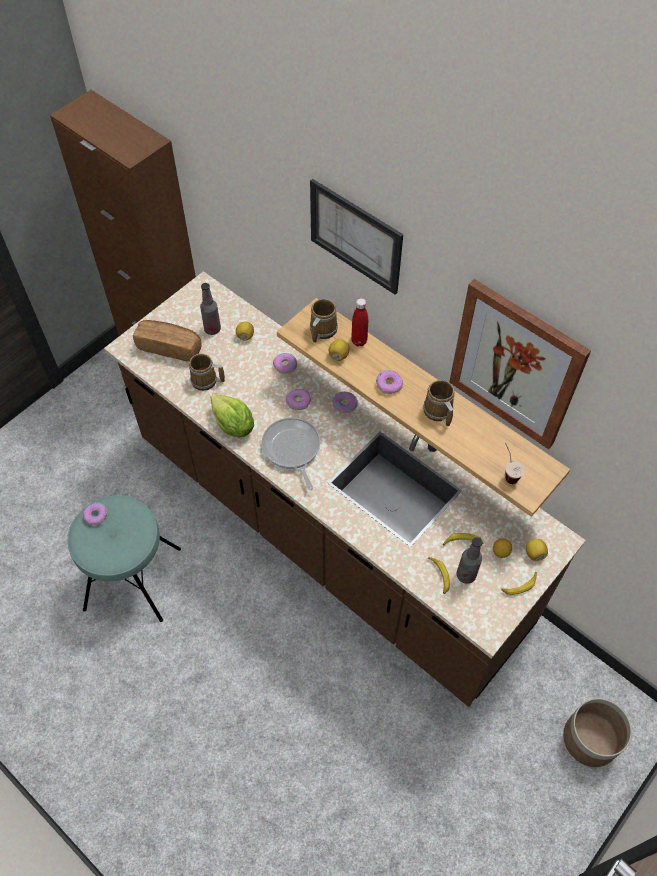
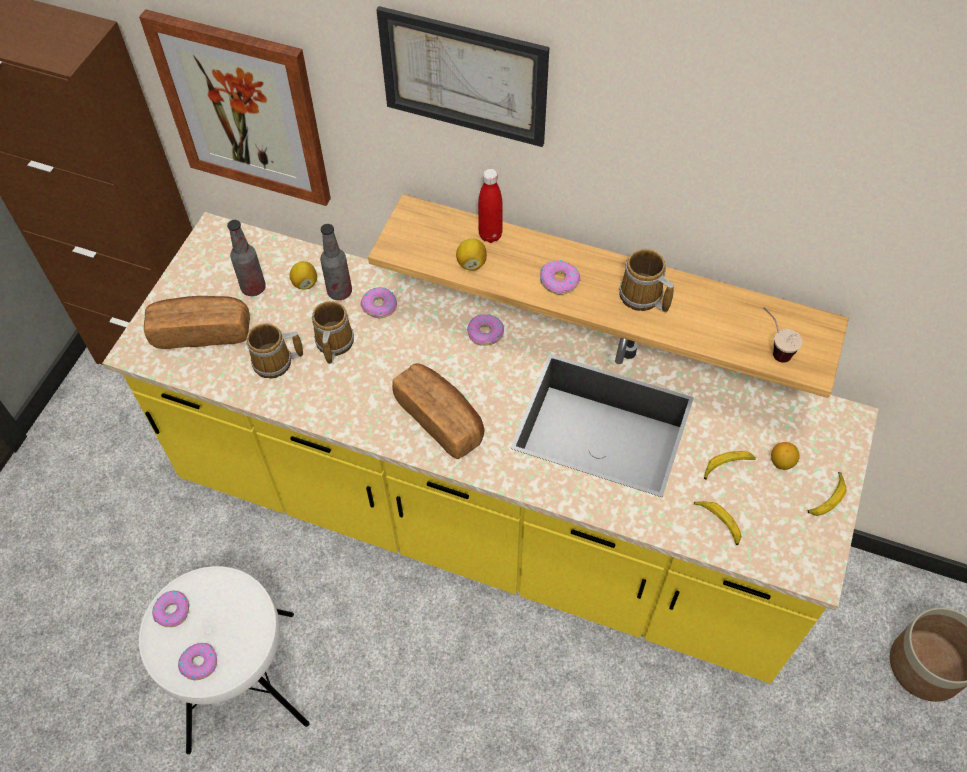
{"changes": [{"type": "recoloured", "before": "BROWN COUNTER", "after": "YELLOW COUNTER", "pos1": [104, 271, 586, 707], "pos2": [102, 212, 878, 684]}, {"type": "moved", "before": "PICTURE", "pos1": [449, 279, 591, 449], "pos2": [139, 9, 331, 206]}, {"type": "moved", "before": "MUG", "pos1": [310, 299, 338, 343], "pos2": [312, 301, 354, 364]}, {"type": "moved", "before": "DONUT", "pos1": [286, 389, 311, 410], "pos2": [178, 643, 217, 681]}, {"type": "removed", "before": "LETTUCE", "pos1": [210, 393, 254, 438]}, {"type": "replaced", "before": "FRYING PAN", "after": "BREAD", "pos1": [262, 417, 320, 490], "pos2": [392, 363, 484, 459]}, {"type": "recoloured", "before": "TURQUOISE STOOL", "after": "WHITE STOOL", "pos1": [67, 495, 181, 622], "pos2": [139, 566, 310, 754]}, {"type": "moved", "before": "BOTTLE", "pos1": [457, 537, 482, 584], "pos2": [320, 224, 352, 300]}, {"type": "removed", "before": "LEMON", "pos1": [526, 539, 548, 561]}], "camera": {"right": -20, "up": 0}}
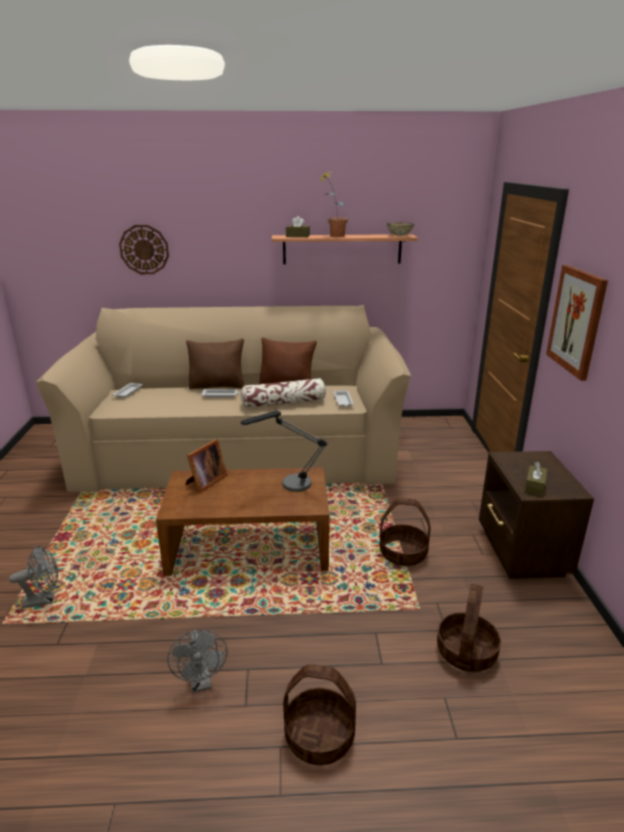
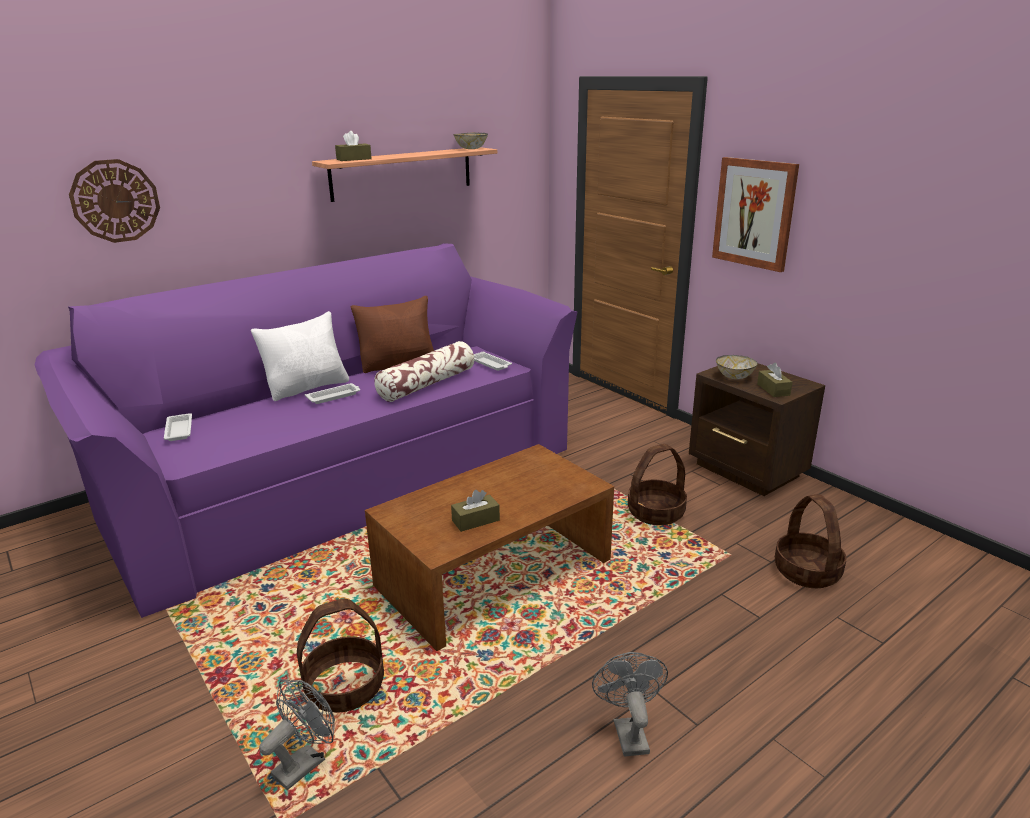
{"changes": [{"type": "removed", "before": "POTTED PLANT", "pos1": [319, 170, 348, 237]}, {"type": "recoloured", "before": "BEIGE SOFA", "after": "PURPLE SOFA", "pos1": [36, 305, 411, 492], "pos2": [35, 243, 578, 618]}, {"type": "recoloured", "before": "BROWN PILLOW", "after": "WHITE PILLOW", "pos1": [186, 338, 245, 389], "pos2": [251, 311, 349, 401]}, {"type": "removed", "before": "TABLE LAMP", "pos1": [241, 411, 328, 492]}, {"type": "removed", "before": "PICTURE FRAME", "pos1": [186, 439, 227, 493]}, {"type": "turned", "before": "GREY FAN", "pos1": [167, 630, 227, 693], "pos2": [592, 652, 668, 757], "turn": -135}, {"type": "moved", "before": "BASKET", "pos1": [283, 664, 356, 765], "pos2": [297, 599, 384, 713]}, {"type": "added", "after": "BOWL", "pos2": [716, 355, 758, 379]}, {"type": "added", "after": "BROWN TISSUE BOX", "pos2": [451, 490, 500, 532]}], "camera": {"right": -35, "up": 0}}
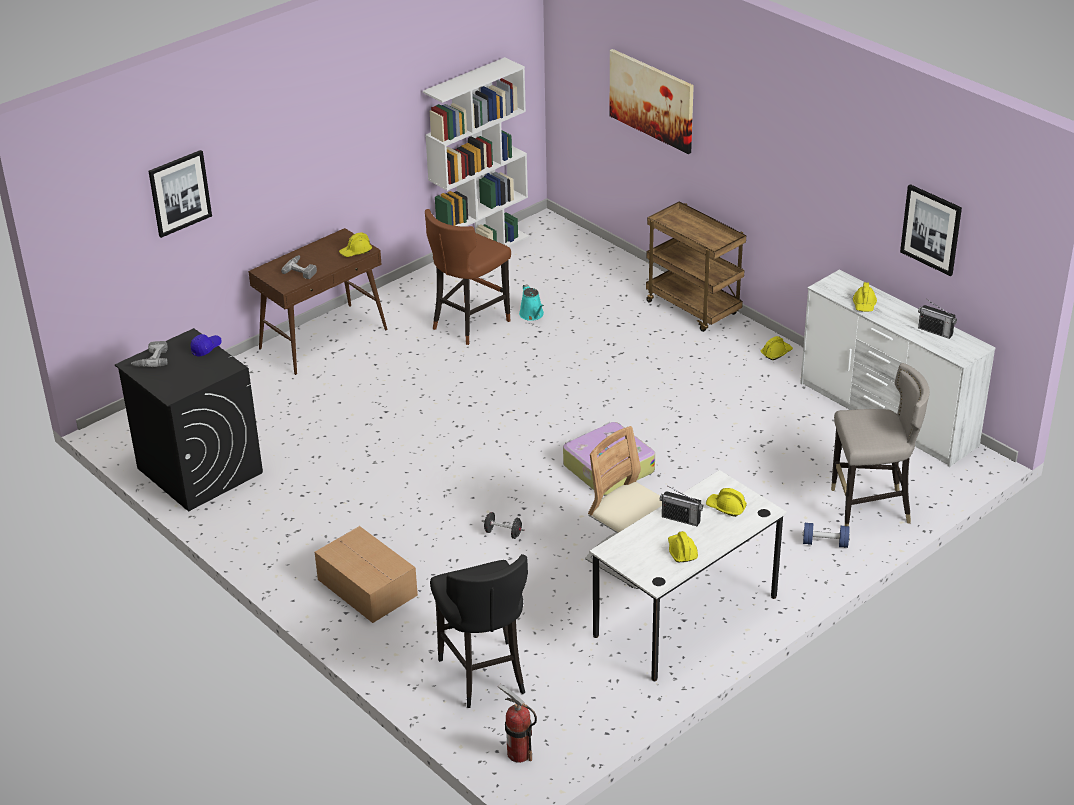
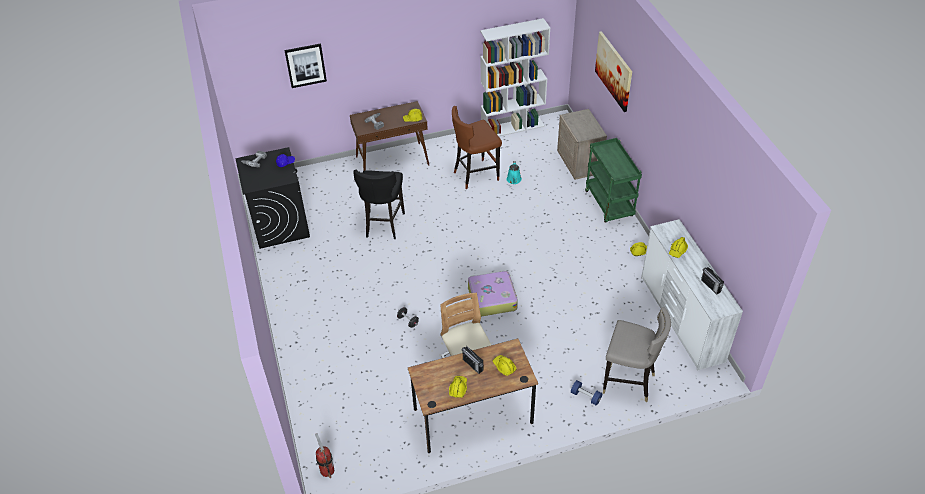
{"changes": [{"type": "removed", "before": "PICTURE", "pos1": [900, 184, 962, 276]}, {"type": "recoloured", "before": "BROWN CART", "after": "GREEN CART", "pos1": [646, 201, 746, 332], "pos2": [585, 138, 642, 223]}, {"type": "recoloured", "before": "WHITE DESK", "after": "BROWN DESK", "pos1": [589, 470, 787, 681], "pos2": [407, 338, 538, 453]}, {"type": "removed", "before": "CARDBOARD BOX", "pos1": [315, 526, 418, 623]}, {"type": "moved", "before": "BLACK STOOL", "pos1": [430, 554, 528, 708], "pos2": [353, 170, 405, 239]}, {"type": "added", "after": "BEIGE NIGHTSTAND", "pos2": [557, 109, 607, 180]}], "camera": {"right": 25, "up": 10}}
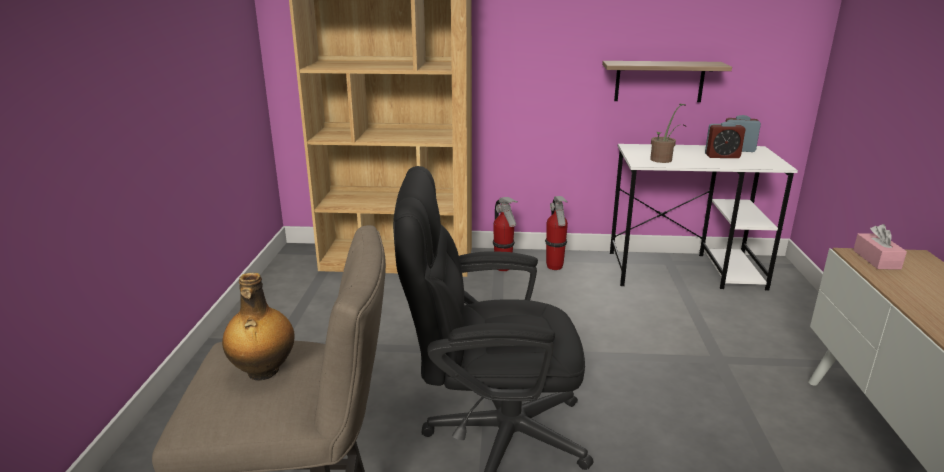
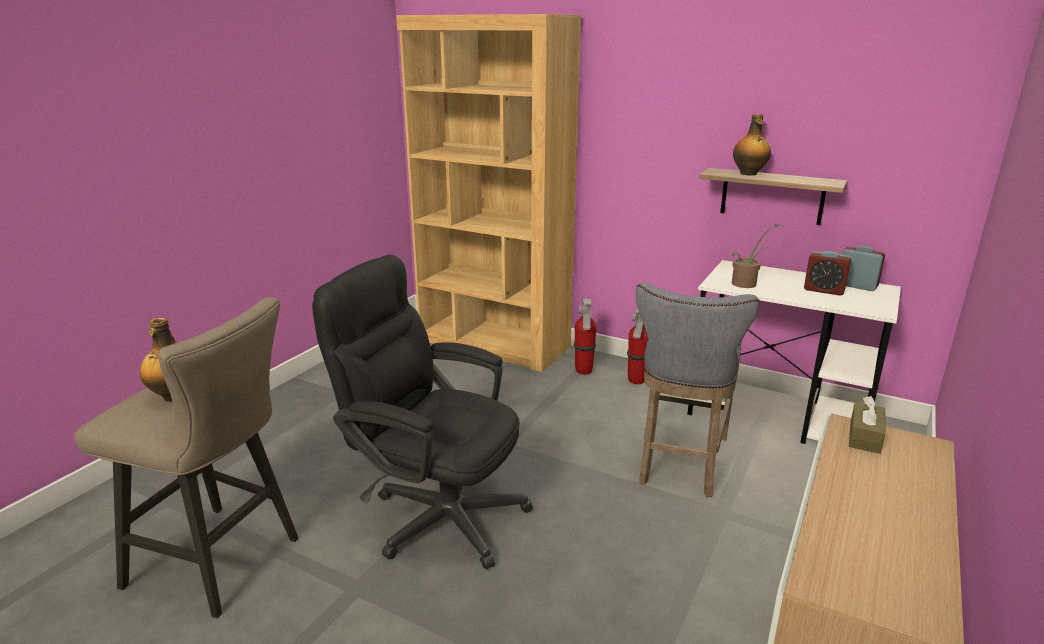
{"changes": [{"type": "recoloured", "before": "PINK TISSUE BOX", "after": "BROWN TISSUE BOX", "pos1": [853, 224, 907, 269], "pos2": [849, 396, 886, 454]}, {"type": "added", "after": "BOTTLE", "pos2": [733, 114, 771, 176]}, {"type": "added", "after": "GREY STOOL", "pos2": [636, 283, 760, 497]}], "camera": {"right": 25, "up": 0}}
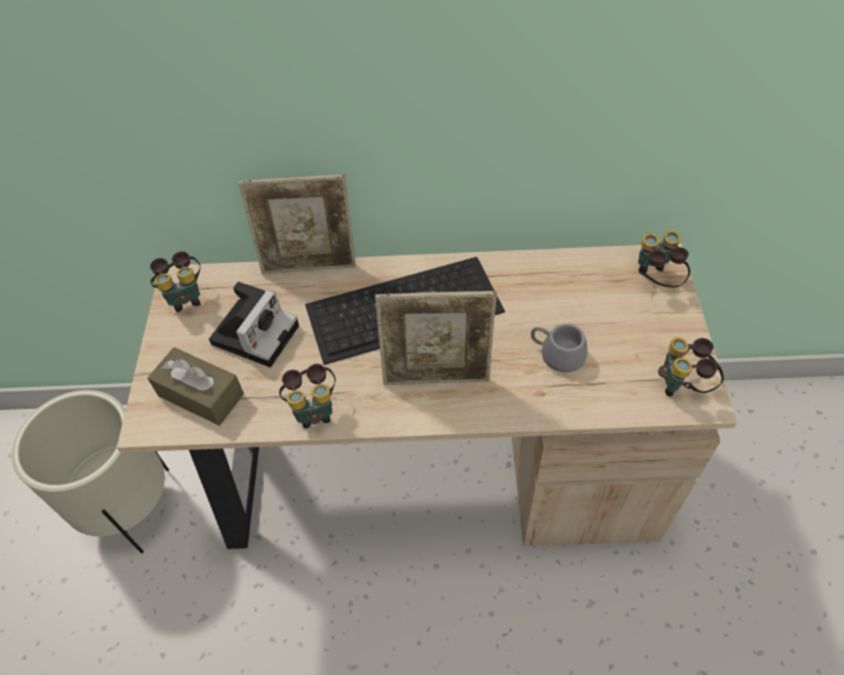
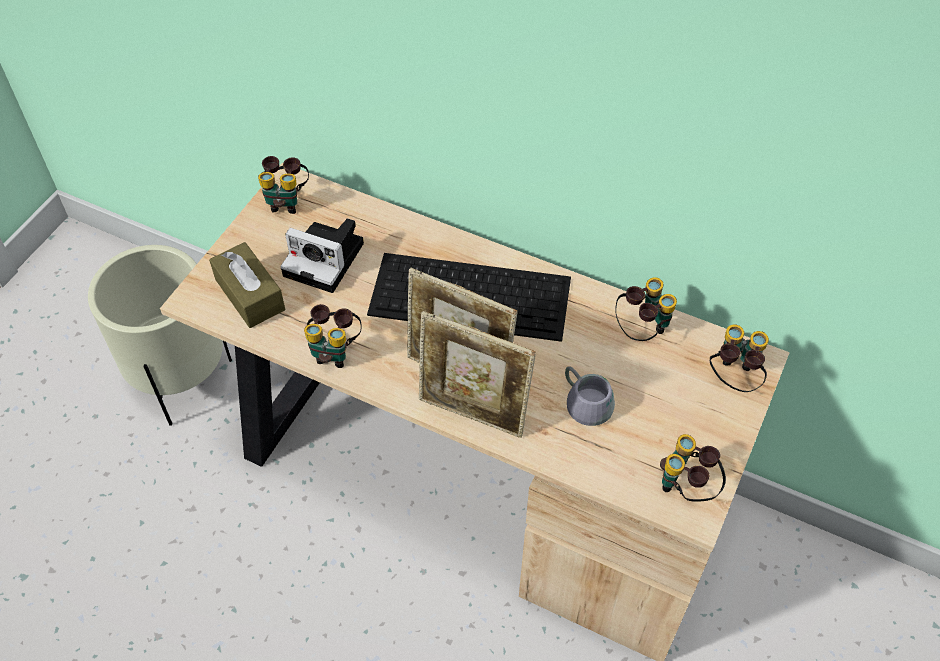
{"changes": [{"type": "moved", "before": "PICTURE FRAME", "pos1": [239, 174, 356, 274], "pos2": [419, 311, 536, 438]}, {"type": "turned", "before": "PHOTO CAMERA", "pos1": [209, 282, 299, 367], "pos2": [280, 218, 364, 293], "turn": 60}, {"type": "added", "after": "BINOCULARS", "pos2": [615, 277, 677, 341]}], "camera": {"right": 25, "up": 0}}
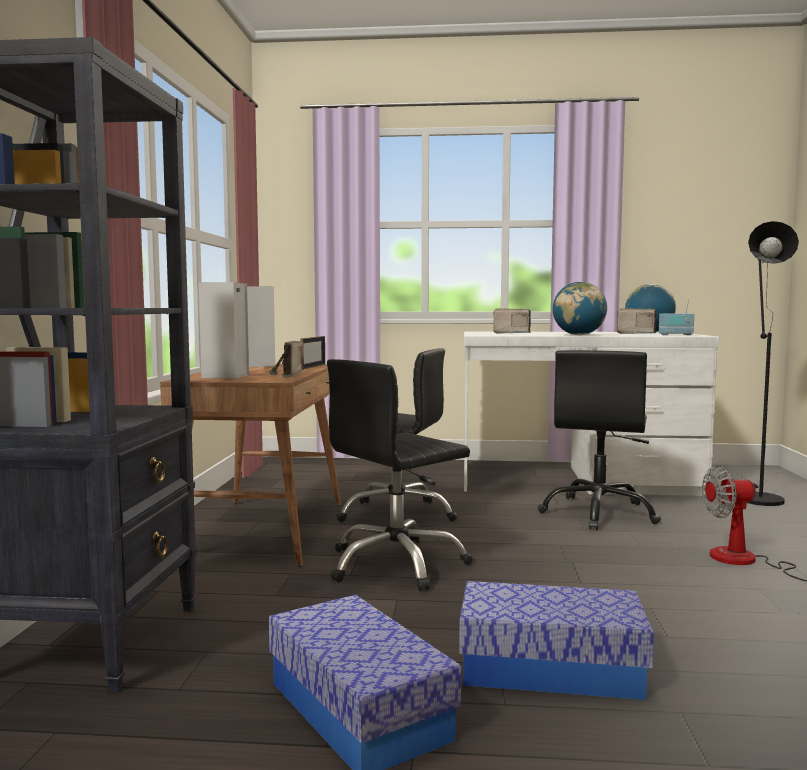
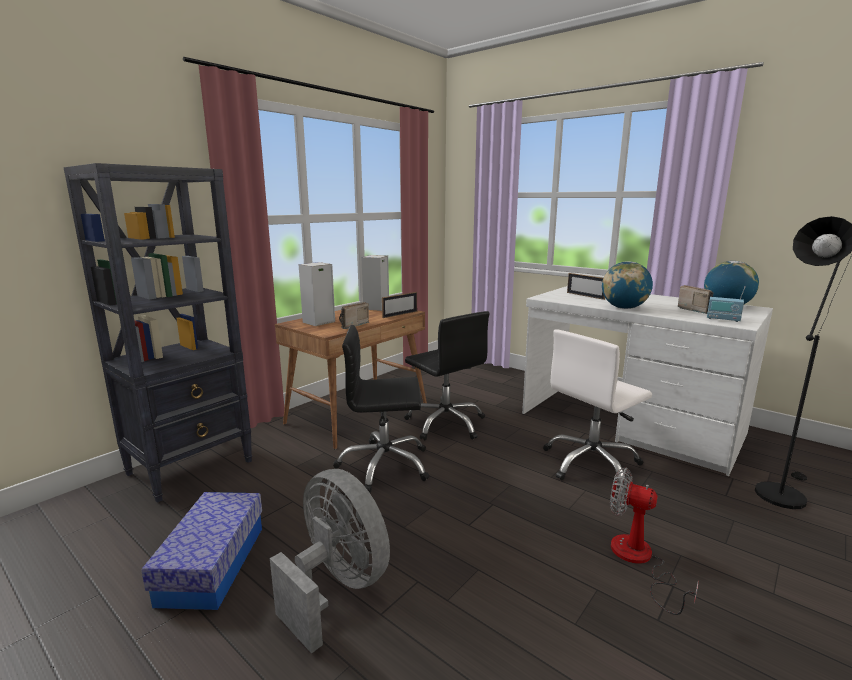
{"changes": [{"type": "replaced", "before": "RADIO", "after": "PICTURE FRAME", "pos1": [493, 308, 531, 333], "pos2": [567, 273, 605, 300]}, {"type": "recoloured", "before": "BLACK OFFICE CHAIR", "after": "WHITE OFFICE CHAIR", "pos1": [538, 350, 661, 530], "pos2": [543, 329, 652, 490]}, {"type": "replaced", "before": "STORAGE BOX", "after": "GREY FAN", "pos1": [459, 581, 654, 700], "pos2": [270, 469, 390, 654]}], "camera": {"right": 35, "up": 10}}
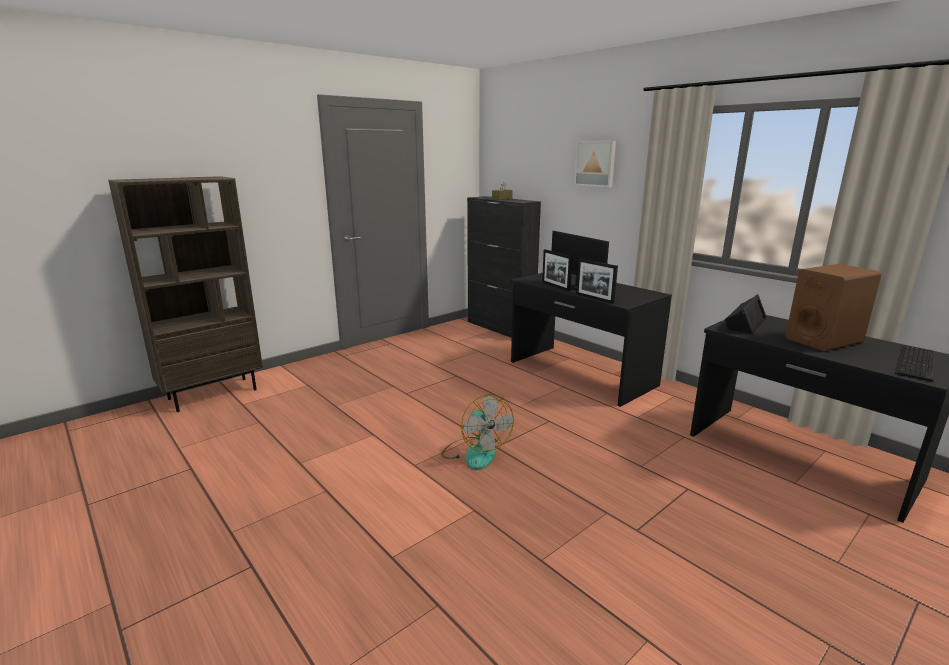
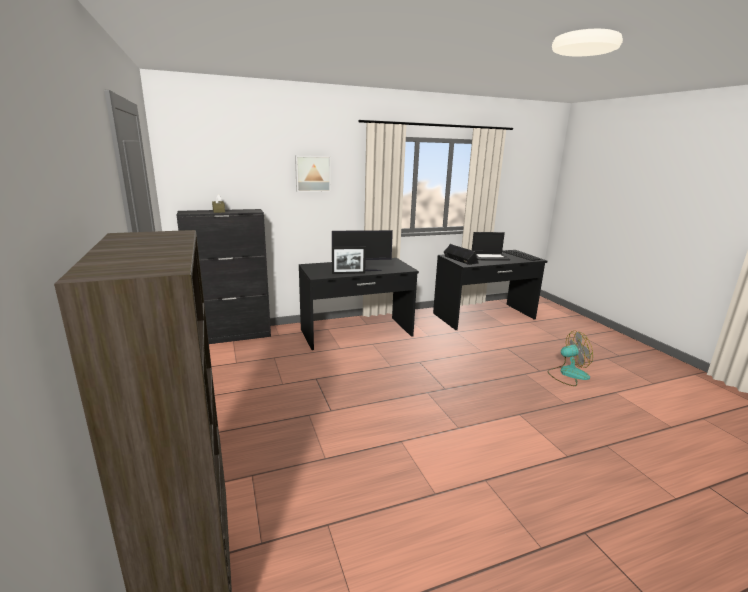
{"changes": [{"type": "removed", "before": "PICTURE FRAME", "pos1": [576, 259, 618, 304]}, {"type": "replaced", "before": "BROWN SPEAKER", "after": "LAPTOP", "pos1": [786, 264, 882, 351], "pos2": [472, 232, 510, 261]}, {"type": "moved", "before": "FAN", "pos1": [442, 394, 514, 470], "pos2": [547, 330, 593, 386]}], "camera": {"right": -70, "up": 0}}
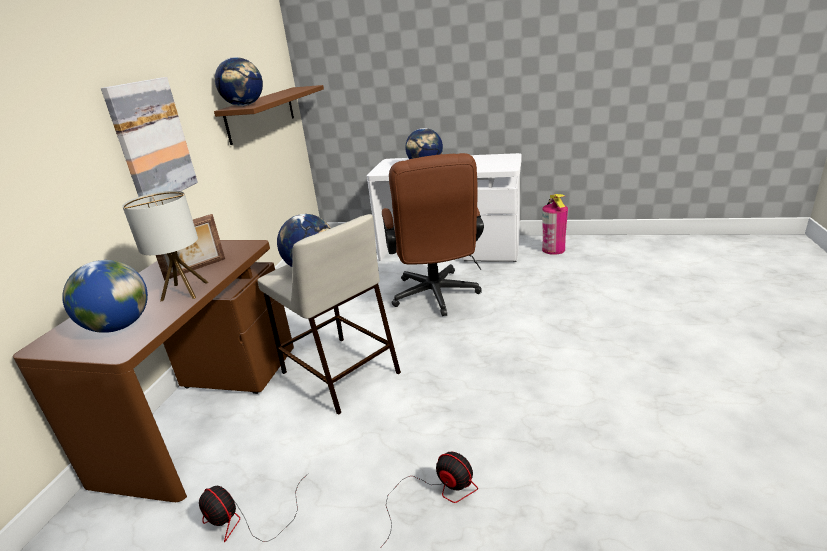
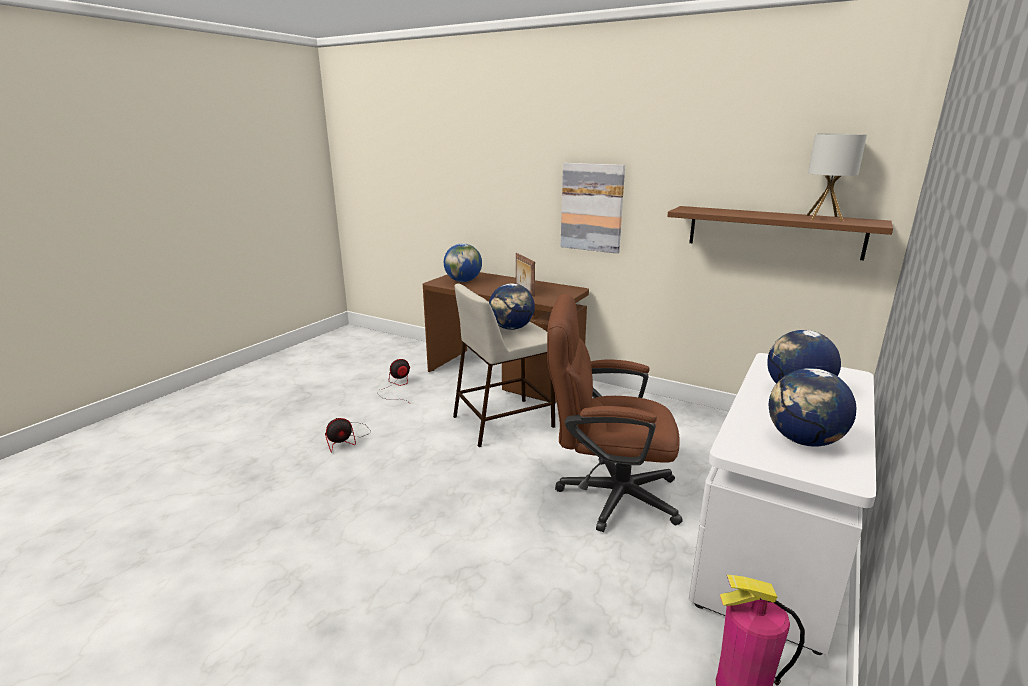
{"changes": [{"type": "moved", "before": "GLOBE", "pos1": [215, 57, 263, 106], "pos2": [769, 368, 856, 447]}, {"type": "moved", "before": "TABLE LAMP", "pos1": [122, 191, 208, 302], "pos2": [806, 134, 867, 221]}], "camera": {"right": 105, "up": -5}}
